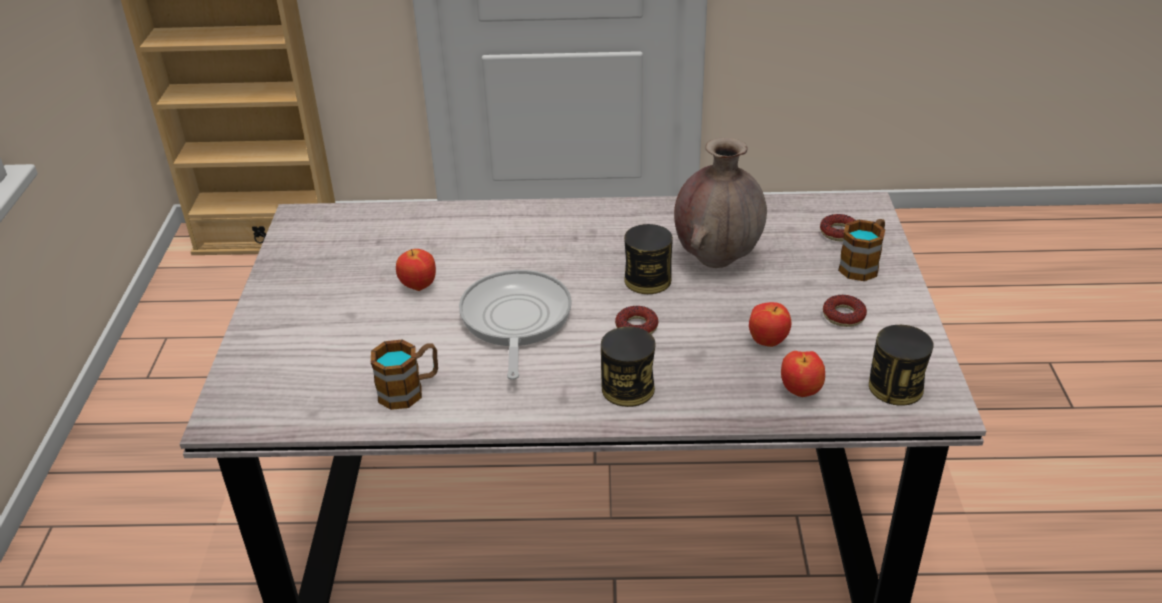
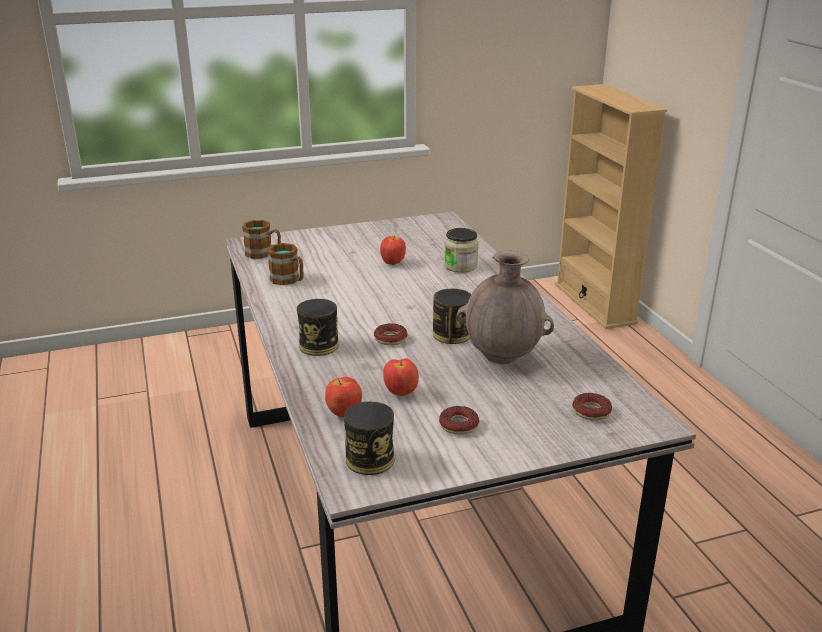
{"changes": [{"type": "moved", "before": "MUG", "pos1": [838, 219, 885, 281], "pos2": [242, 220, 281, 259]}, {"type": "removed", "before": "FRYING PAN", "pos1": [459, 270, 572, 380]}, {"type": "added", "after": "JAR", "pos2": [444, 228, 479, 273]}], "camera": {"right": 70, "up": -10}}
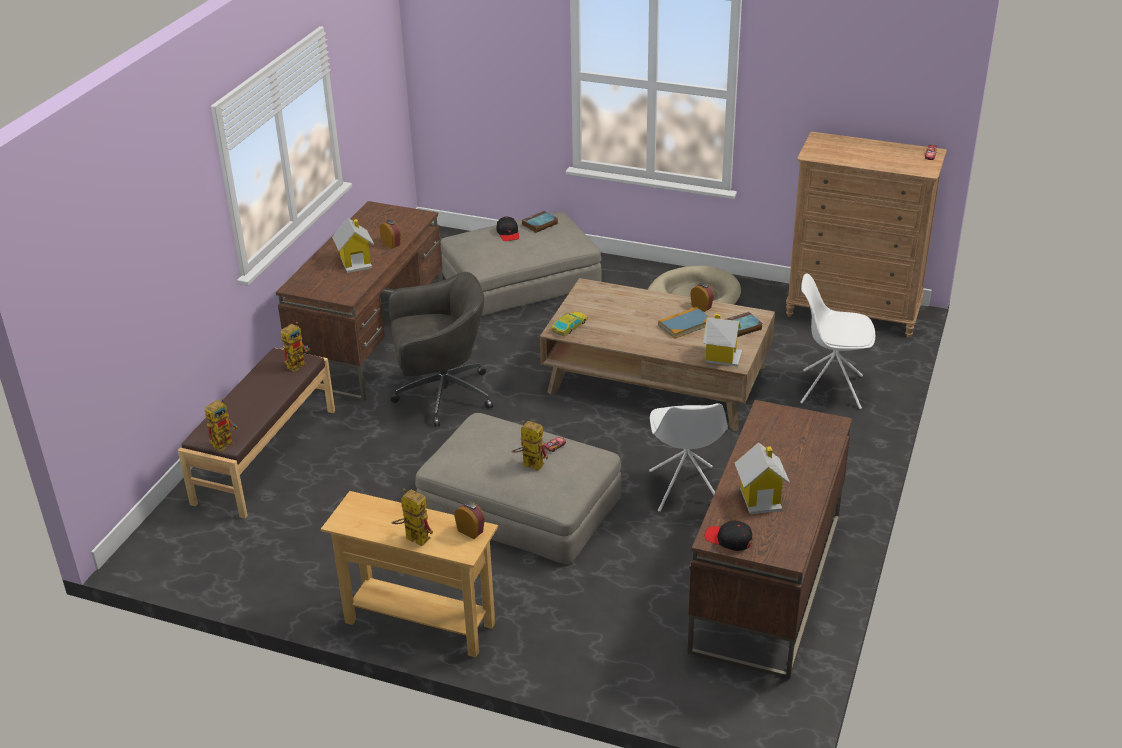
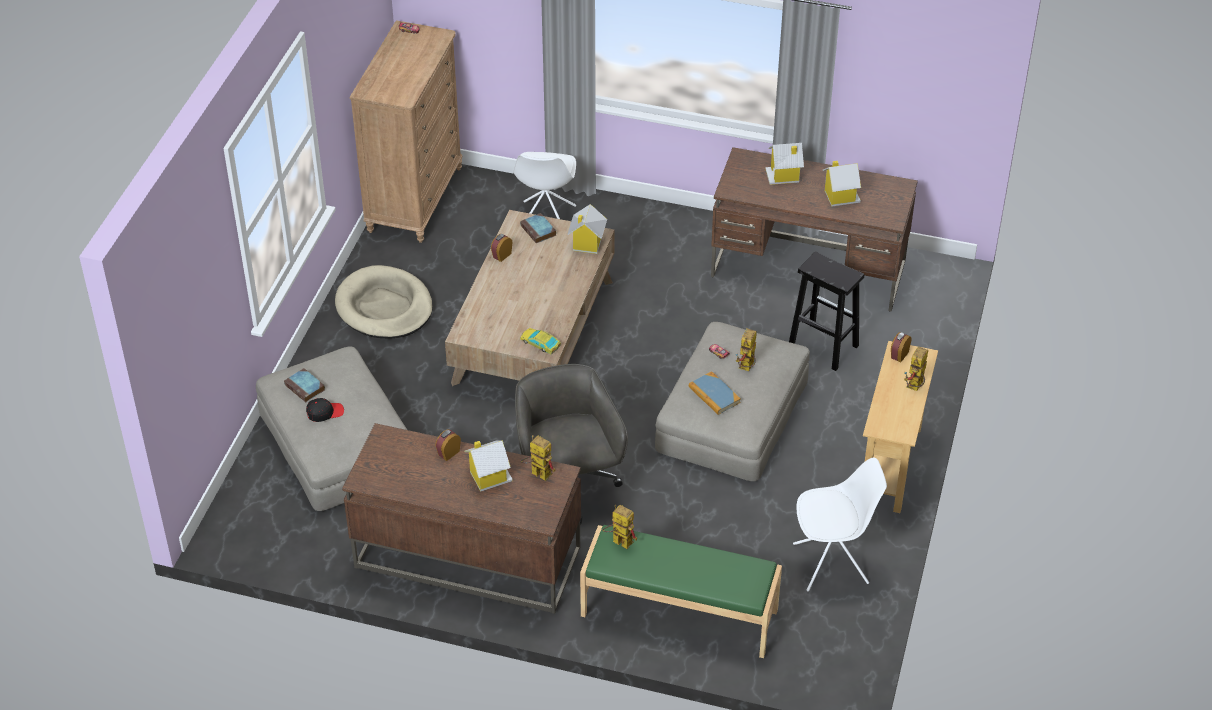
{"changes": [{"type": "moved", "before": "BOOK", "pos1": [658, 307, 711, 339], "pos2": [689, 371, 741, 415]}, {"type": "recoloured", "before": "BROWN BENCH", "after": "GREEN BENCH", "pos1": [178, 348, 335, 518], "pos2": [580, 525, 782, 658]}, {"type": "moved", "before": "TOY ROBOT", "pos1": [204, 398, 237, 452], "pos2": [521, 435, 556, 481]}, {"type": "moved", "before": "WHITE CHAIR", "pos1": [649, 403, 728, 512], "pos2": [793, 458, 887, 592]}, {"type": "removed", "before": "BLACK CAP", "pos1": [705, 520, 752, 551]}, {"type": "added", "after": "TOY HOUSE", "pos2": [765, 143, 804, 185]}, {"type": "added", "after": "BLACK STOOL", "pos2": [789, 252, 864, 371]}], "camera": {"right": -95, "up": 10}}
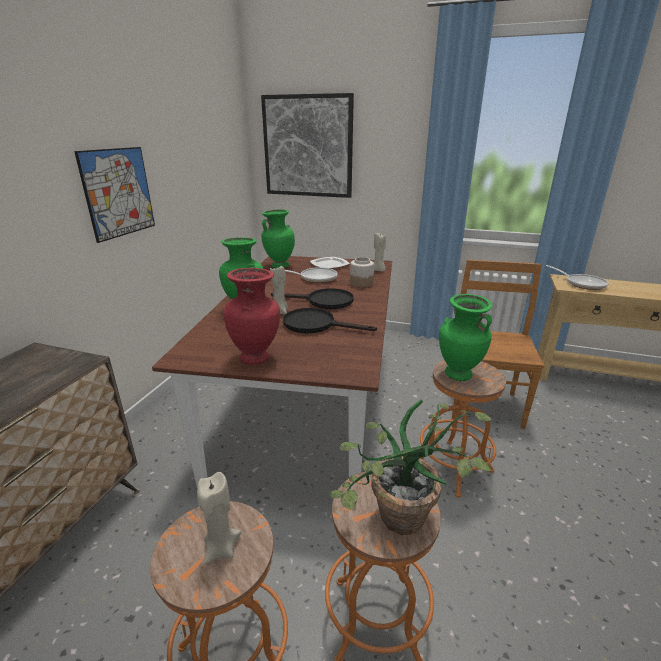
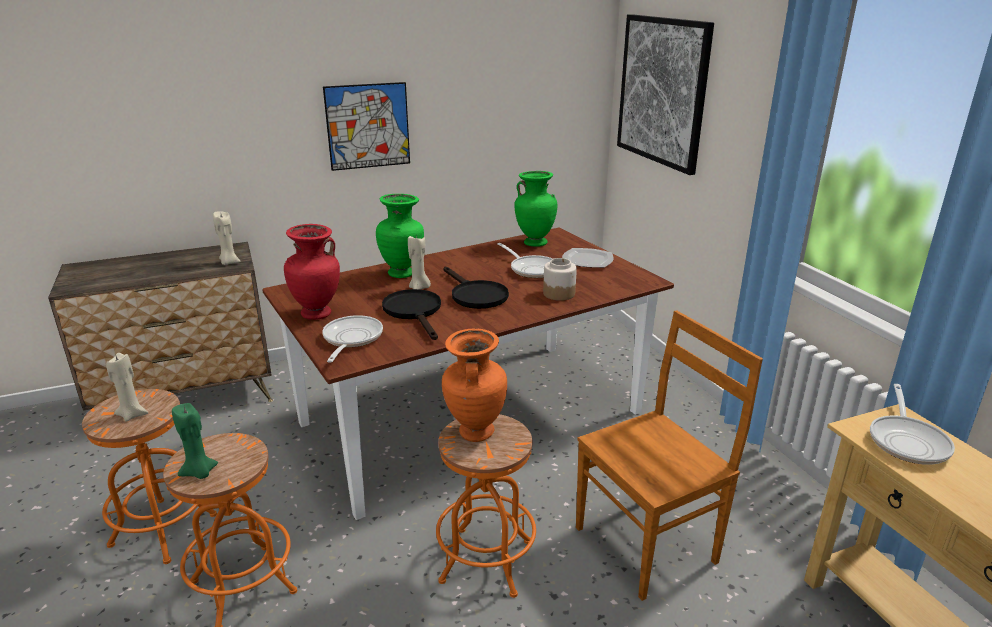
{"changes": [{"type": "moved", "before": "BEIGE CANDLE", "pos1": [374, 232, 386, 272], "pos2": [213, 211, 240, 265]}, {"type": "recoloured", "before": "GREEN VASE", "after": "ORANGE VASE", "pos1": [439, 294, 492, 381], "pos2": [442, 329, 507, 442]}, {"type": "replaced", "before": "POTTED PLANT", "after": "GREEN CANDLE", "pos1": [330, 400, 492, 535], "pos2": [172, 403, 218, 479]}, {"type": "added", "after": "FRYING PAN", "pos2": [322, 315, 383, 363]}], "camera": {"right": 50, "up": 0}}
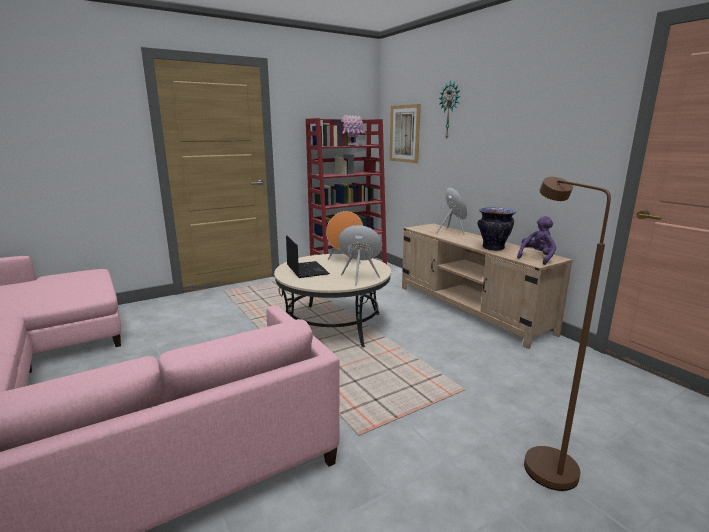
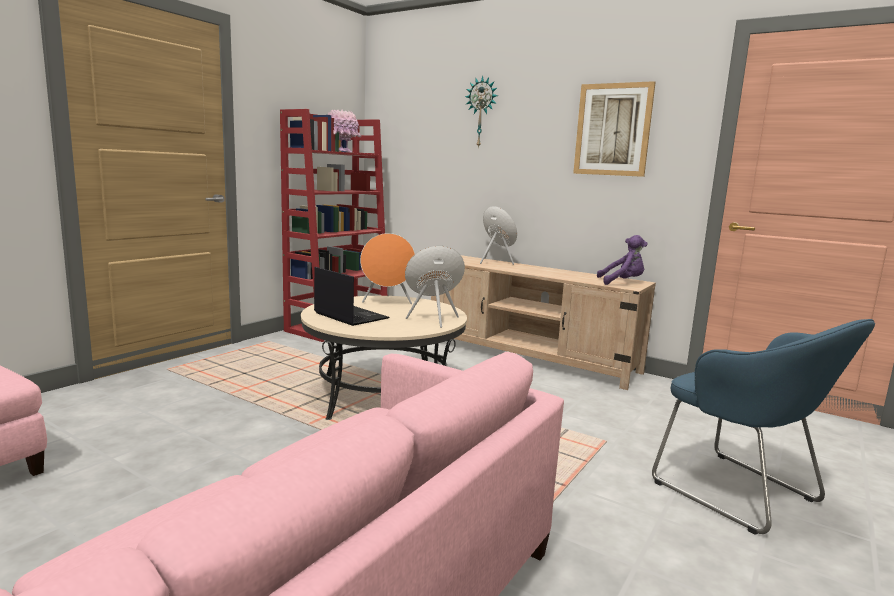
{"changes": [{"type": "moved", "before": "PICTURE", "pos1": [389, 104, 421, 163], "pos2": [573, 81, 656, 177]}, {"type": "replaced", "before": "BROWN FLOOR LAMP", "after": "BLUE ARMCHAIR", "pos1": [524, 177, 611, 491], "pos2": [652, 319, 875, 535]}, {"type": "removed", "before": "VASE", "pos1": [478, 207, 516, 251]}, {"type": "turned", "before": "PURPLE PLUSH TOY", "pos1": [517, 216, 556, 265], "pos2": [597, 235, 648, 285], "turn": 75}], "camera": {"right": -25, "up": -5}}
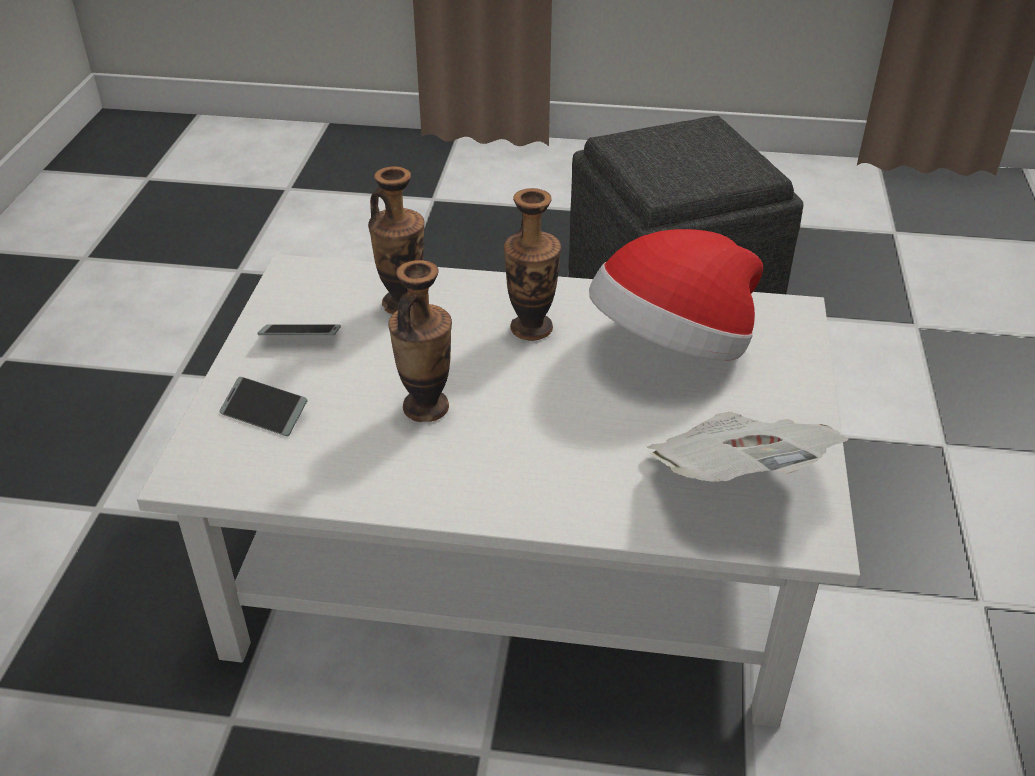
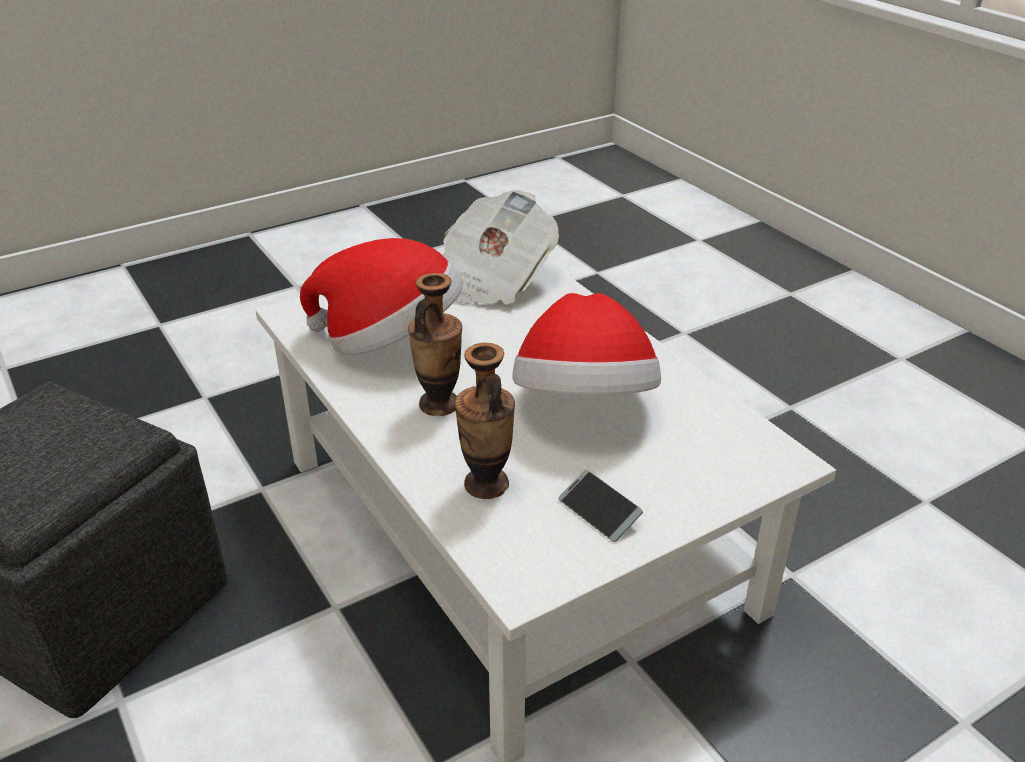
{"changes": [{"type": "replaced", "before": "VASE", "after": "HAT", "pos1": [388, 260, 452, 422], "pos2": [512, 293, 661, 395]}, {"type": "removed", "before": "PHONE", "pos1": [219, 377, 307, 436]}], "camera": {"right": -130, "up": -5}}
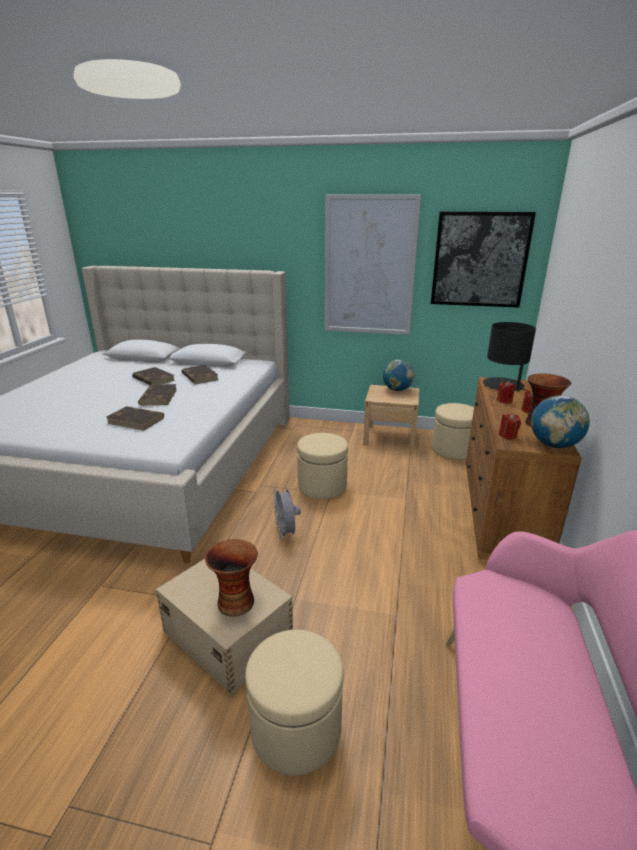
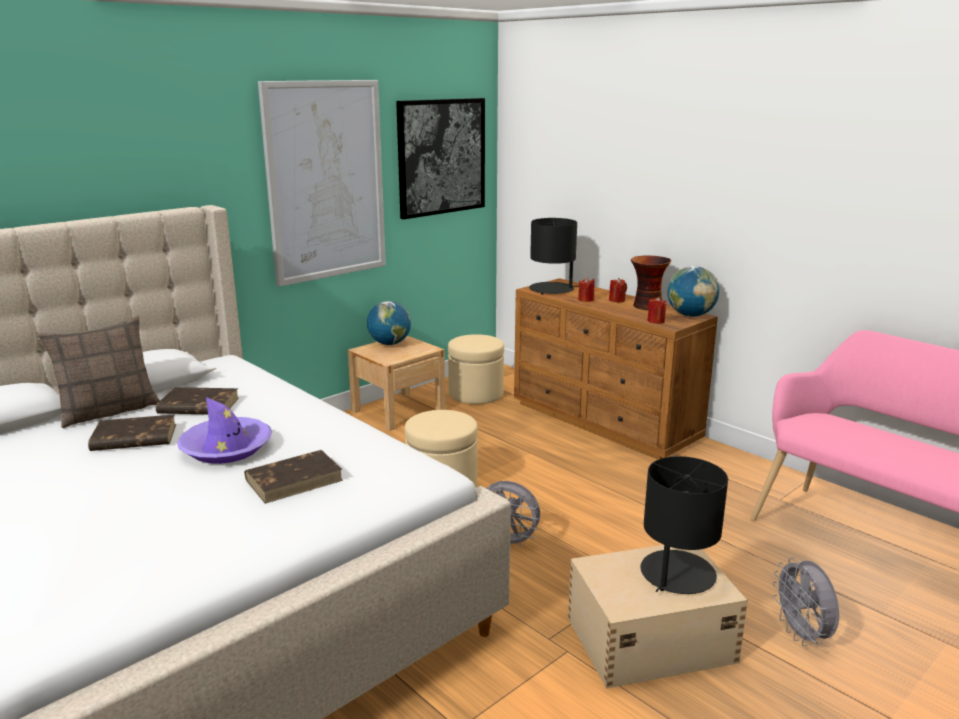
{"changes": [{"type": "replaced", "before": "BROWN BOOK", "after": "PURPLE HAT", "pos1": [138, 384, 177, 405], "pos2": [177, 397, 272, 464]}, {"type": "replaced", "before": "VASE", "after": "BLACK TABLE LAMP", "pos1": [205, 539, 258, 617], "pos2": [641, 456, 728, 594]}, {"type": "replaced", "before": "BEIGE OTTOMAN", "after": "GREY FAN", "pos1": [245, 630, 343, 776], "pos2": [772, 557, 839, 646]}, {"type": "added", "after": "PILLOW", "pos2": [38, 316, 160, 428]}], "camera": {"right": -55, "up": -5}}
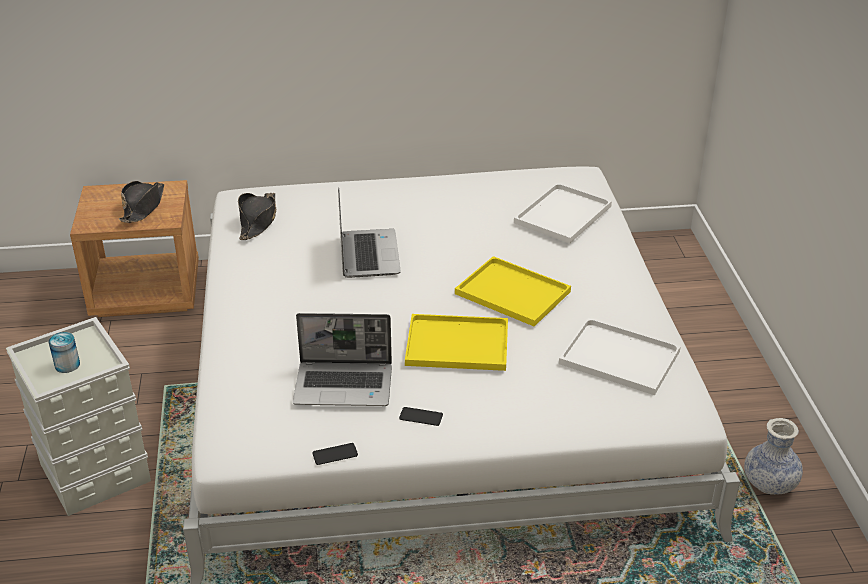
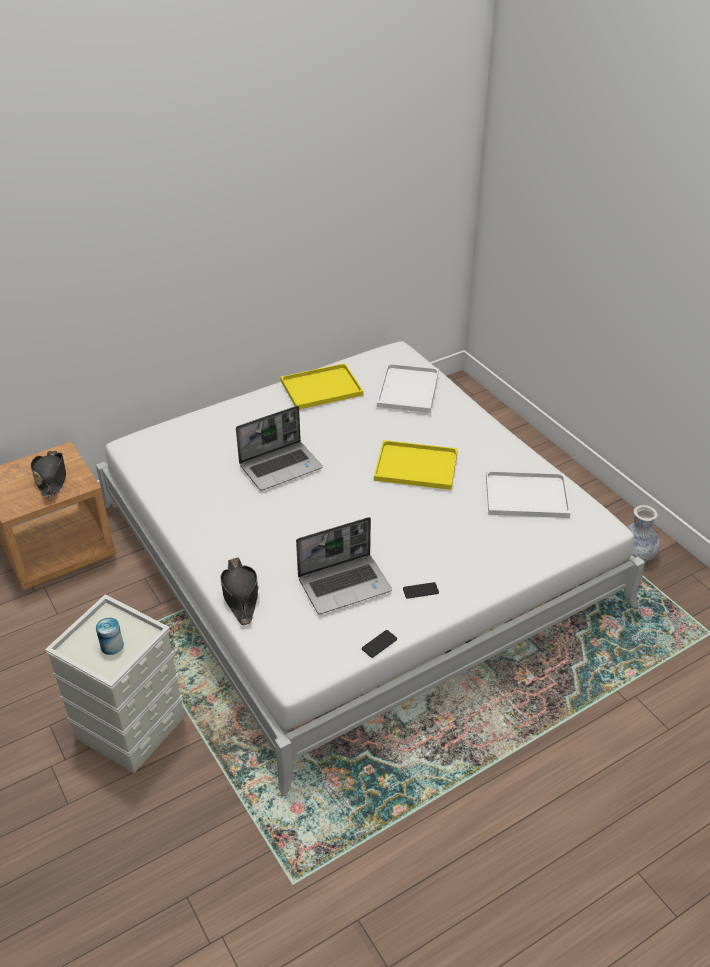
{"changes": [{"type": "turned", "before": "LAPTOP", "pos1": [338, 188, 401, 278], "pos2": [236, 406, 322, 490], "turn": 90}, {"type": "moved", "before": "BLACK HAT", "pos1": [238, 193, 276, 240], "pos2": [220, 557, 259, 625]}, {"type": "moved", "before": "YELLOW TRAY", "pos1": [405, 314, 508, 371], "pos2": [280, 363, 364, 409]}], "camera": {"right": -25, "up": 5}}
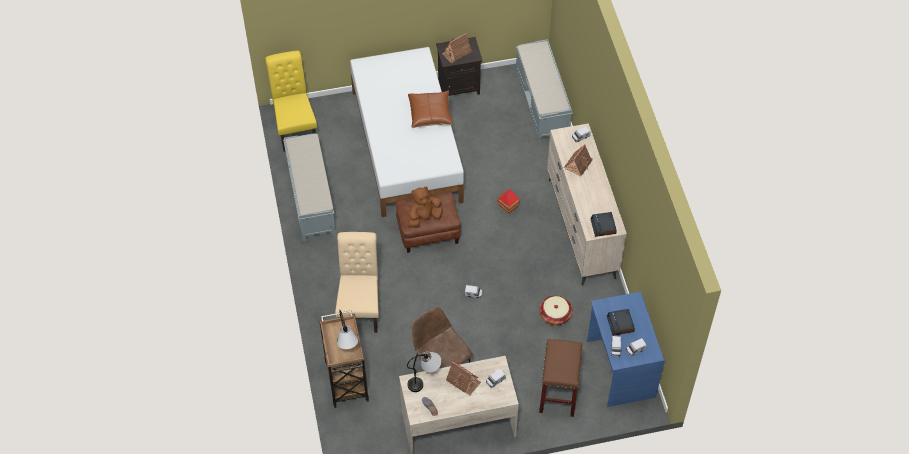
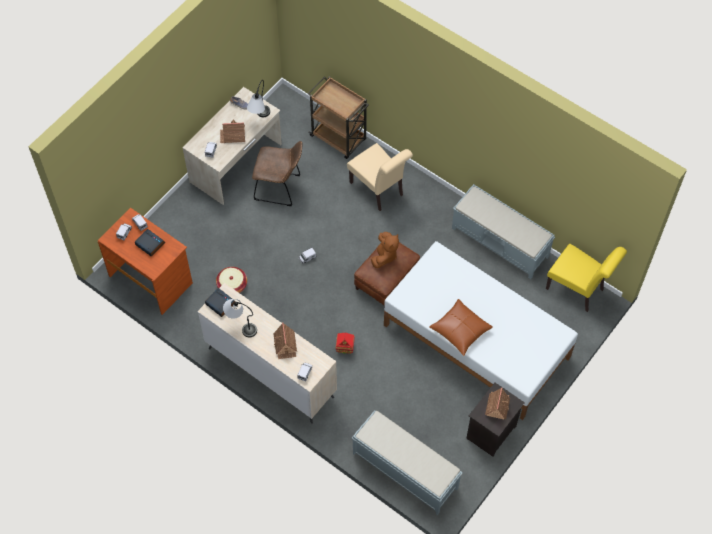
{"changes": [{"type": "recoloured", "before": "BLUE DESK", "after": "BROWN DESK", "pos1": [587, 292, 665, 407], "pos2": [98, 208, 193, 315]}, {"type": "moved", "before": "TABLE LAMP", "pos1": [337, 310, 358, 349], "pos2": [223, 299, 257, 338]}, {"type": "removed", "before": "BROWN STOOL", "pos1": [539, 339, 582, 417]}], "camera": {"right": 140, "up": 5}}
